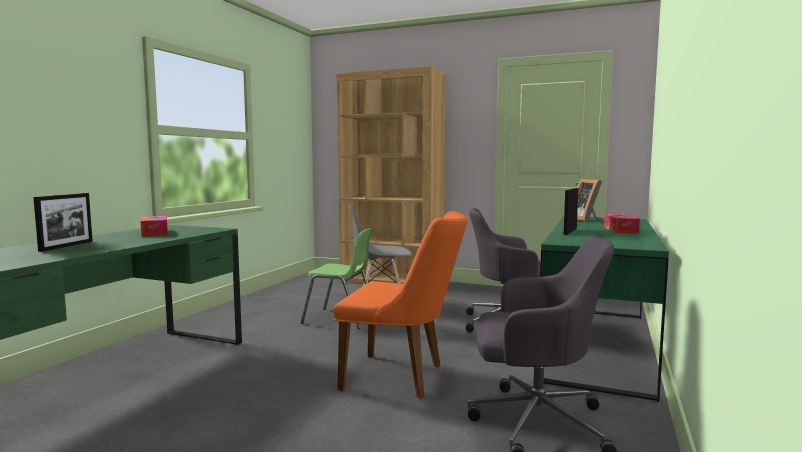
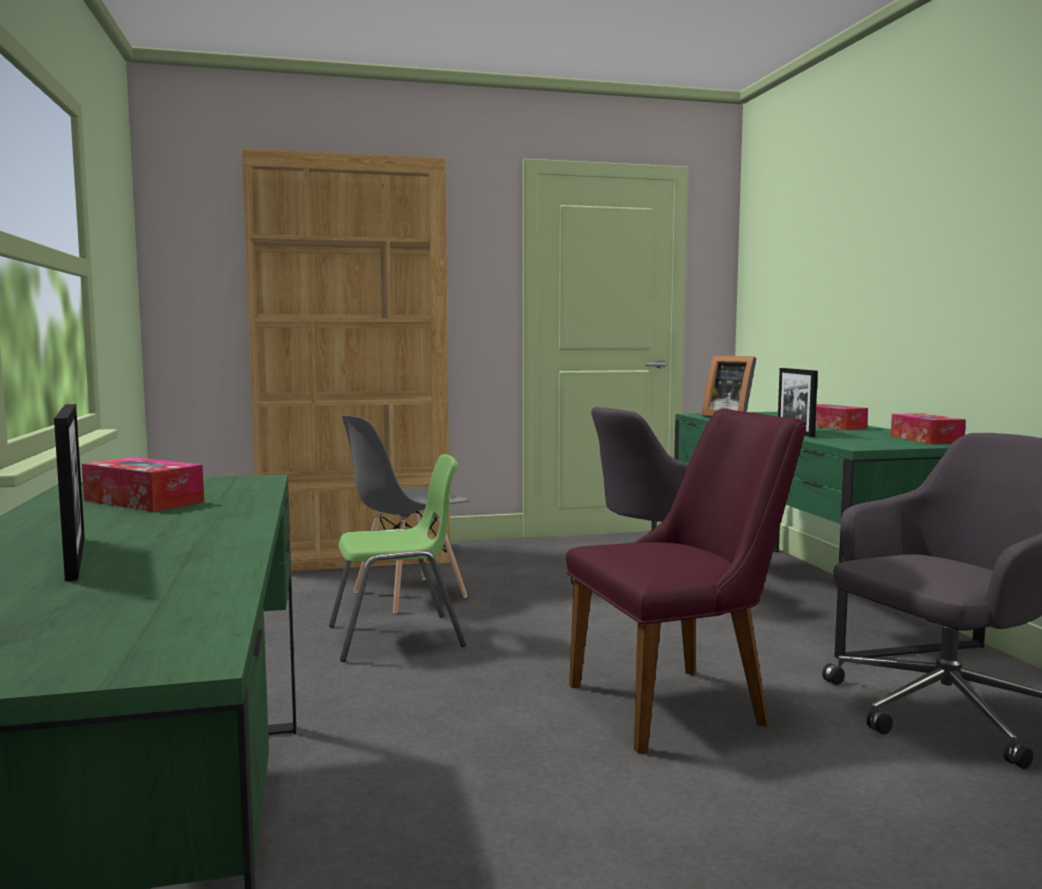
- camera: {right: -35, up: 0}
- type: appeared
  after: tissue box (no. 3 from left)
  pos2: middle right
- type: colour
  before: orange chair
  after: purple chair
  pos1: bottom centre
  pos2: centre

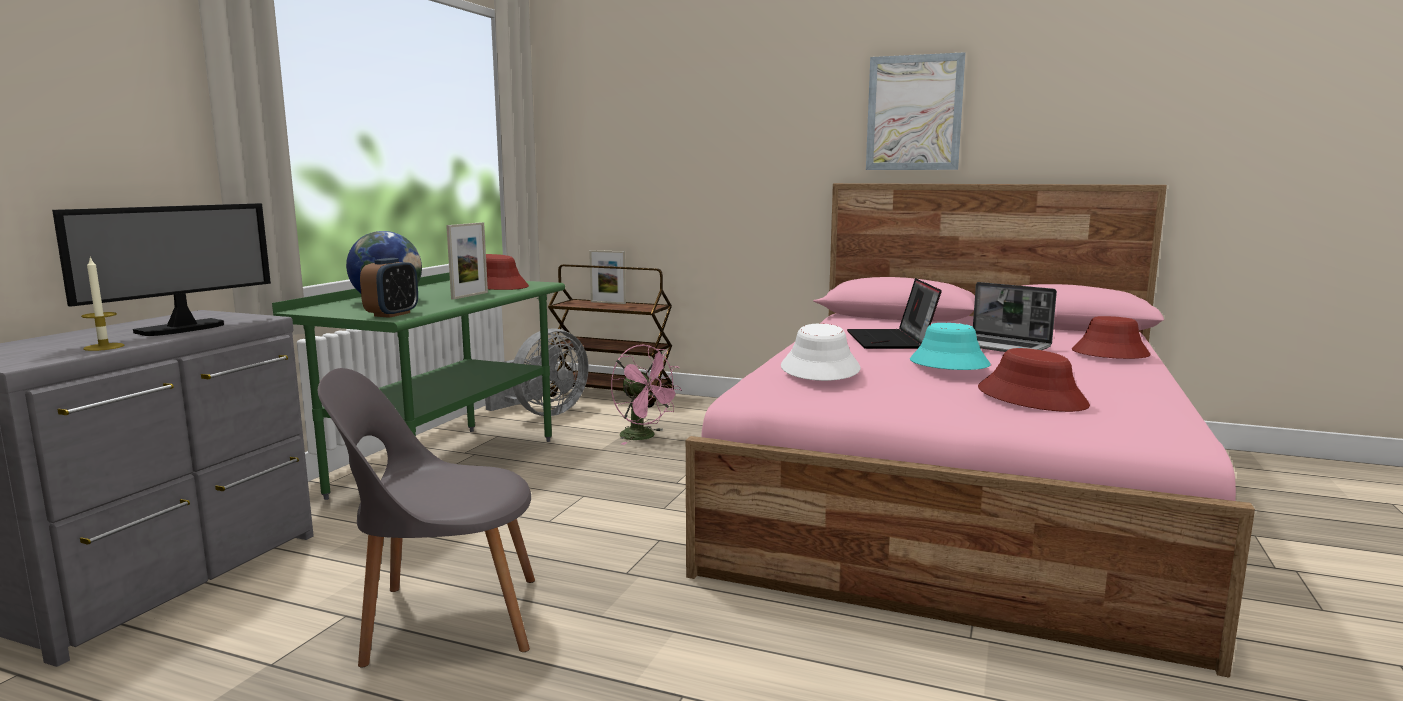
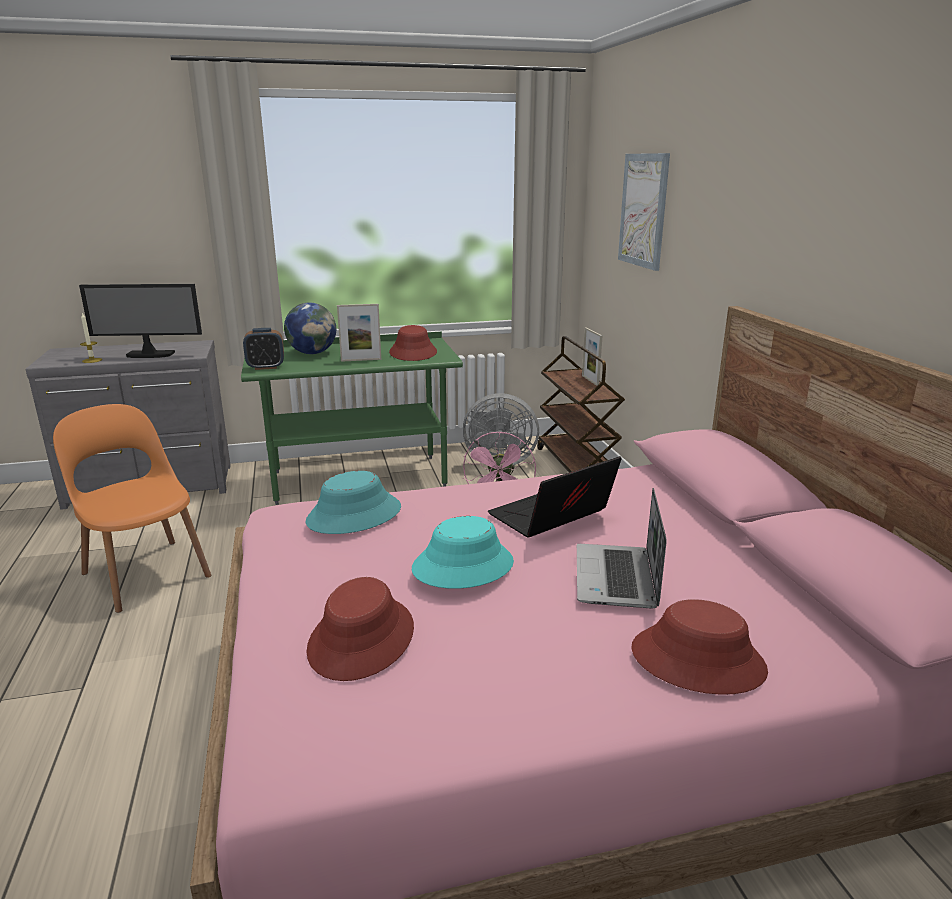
- camera: {right: 55, up: 10}
- type: relocated
  before: picture
  pos1: top centre
  pos2: top right
- type: colour
  before: grey chair
  after: orange chair
  pos1: bottom left
  pos2: middle left
- type: colour
  before: white hat
  after: turquoise hat (no. 1 from left)
  pos1: centre
  pos2: centre

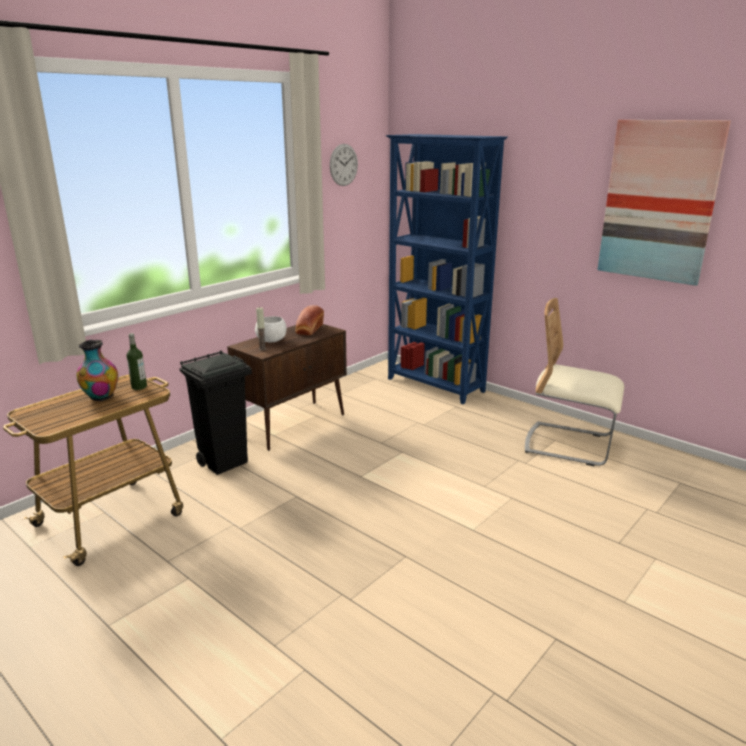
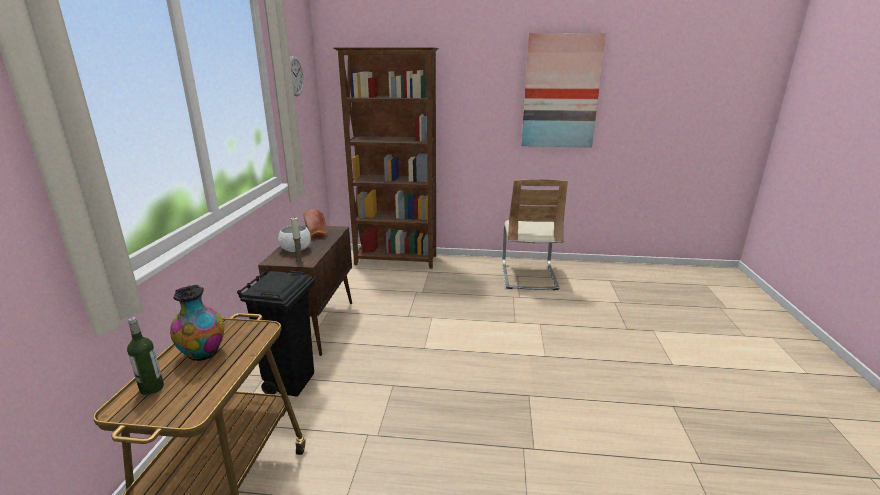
- camera: {right: -35, up: 0}
- type: relocated
  before: bottle
  pos1: middle left
  pos2: bottom left
- type: colour
  before: blue bookcase
  after: brown bookcase
  pos1: centre
  pos2: top centre
- type: spun
  before: beige chair
  pos1: middle right
  pos2: centre
  turn: -75

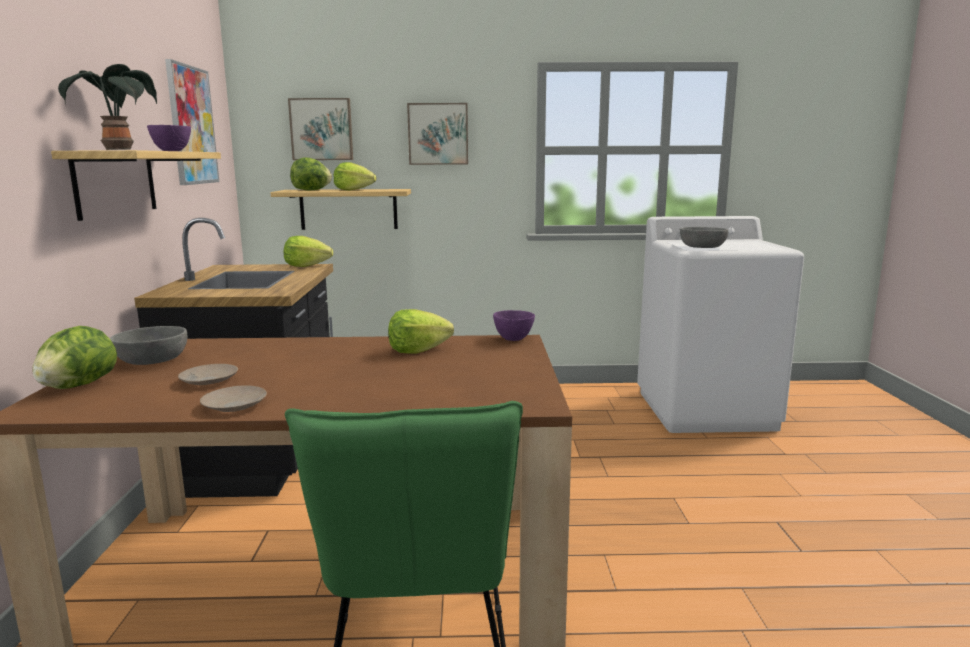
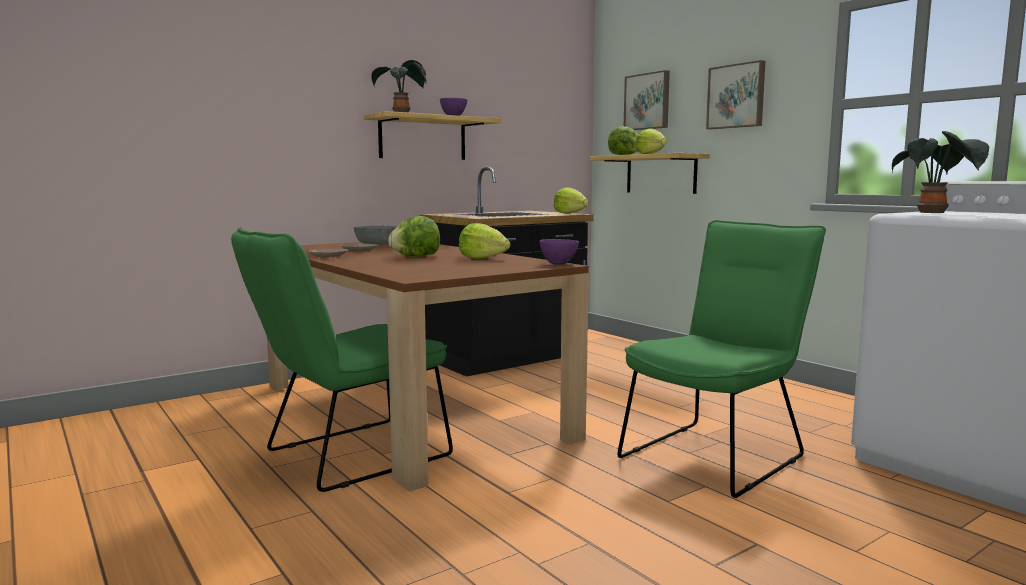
- camera: {right: 55, up: -5}
- type: missing
  before: picture (no. 1 from left)
  pos1: top left
- type: appeared
  after: green chair (no. 2 from left)
  pos2: middle right
- type: relocated
  before: lettuce (no. 1 from left)
  pos1: middle left
  pos2: centre
- type: exchanged
  before: grey bowl (no. 2 from left)
  after: potted plant (no. 2 from left)
  pos1: middle right
  pos2: top right

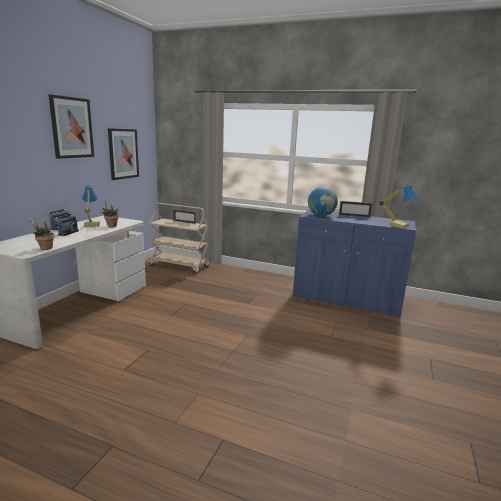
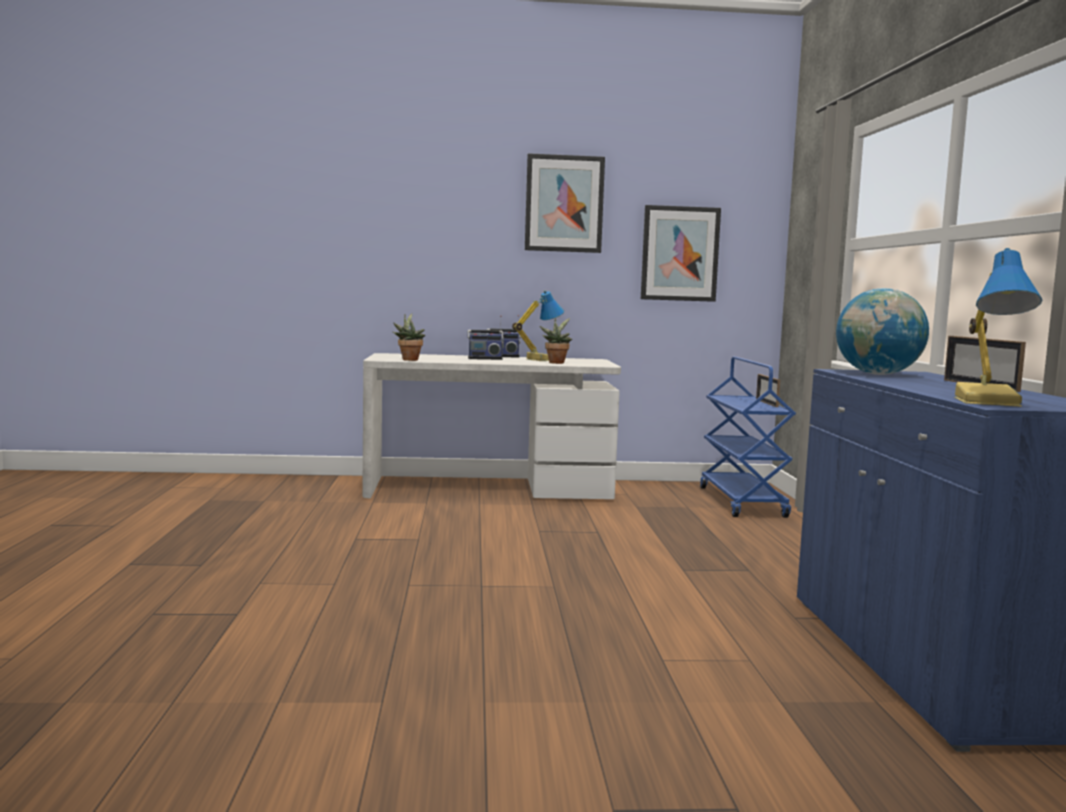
- camera: {right: 65, up: -10}
- type: colour
  before: beige cart
  after: blue cart
  pos1: centre
  pos2: middle right

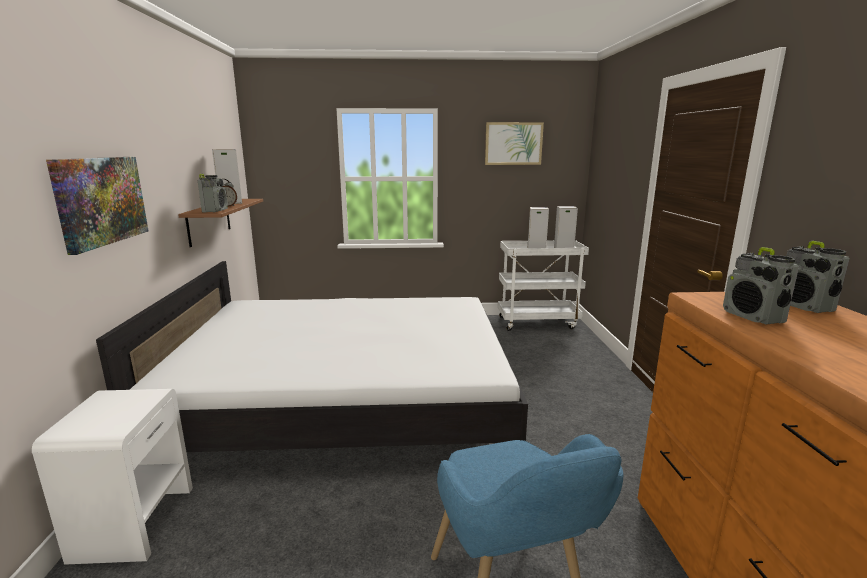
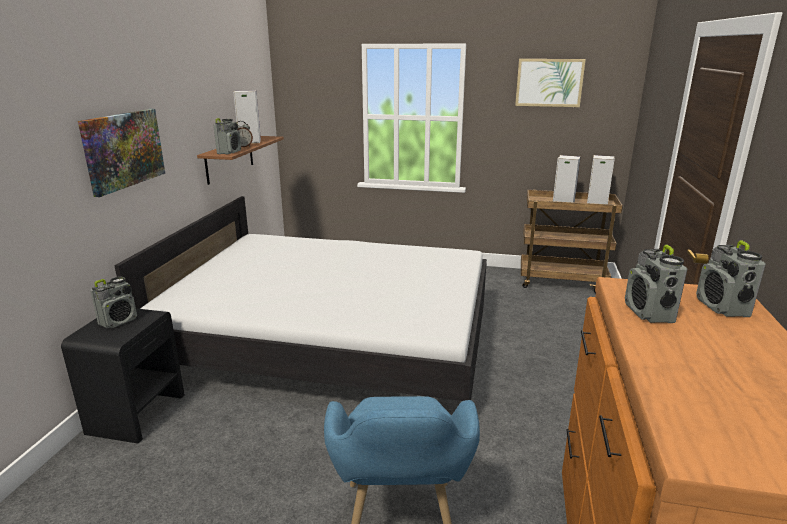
- camera: {right: 15, up: 5}
- type: appeared
  after: radio (no. 1 from left)
  pos2: middle left
- type: colour
  before: white nightstand
  after: black nightstand
  pos1: bottom left
  pos2: bottom left
- type: colour
  before: white cart
  after: brown cart
  pos1: centre
  pos2: middle right

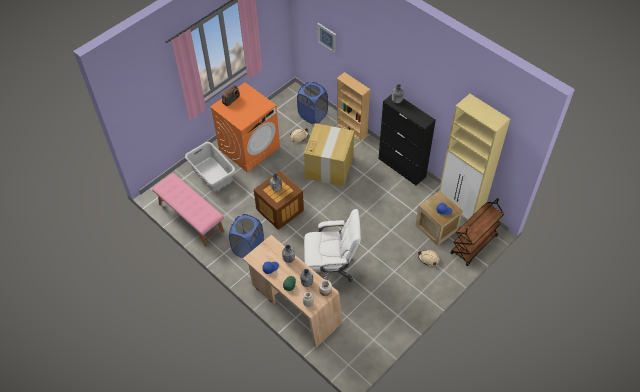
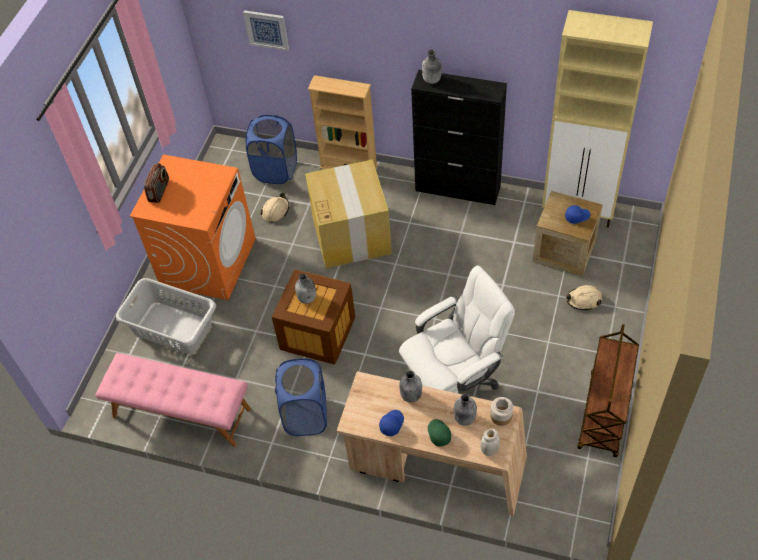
- camera: {right: -25, up: 0}
- type: relocated
  before: brown cart
  pos1: middle right
  pos2: bottom right

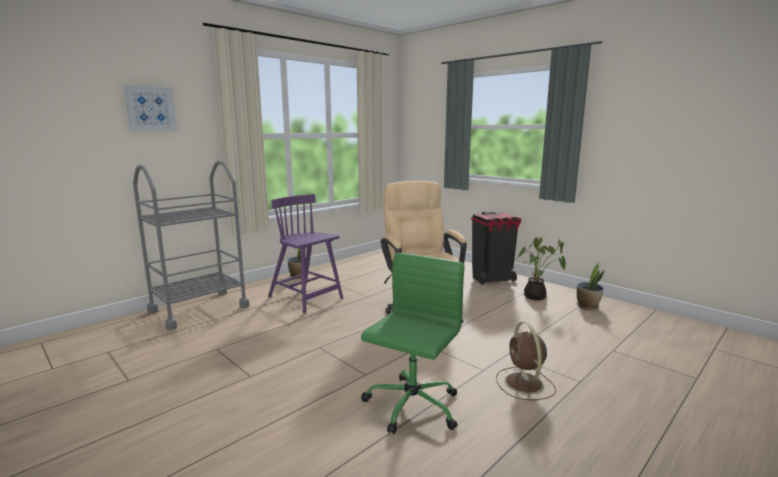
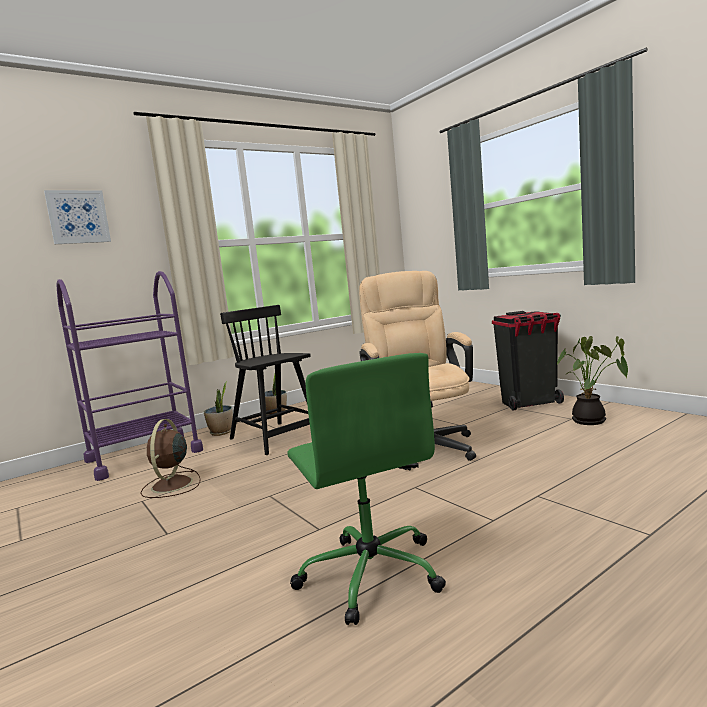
- camera: {right: 10, up: -5}
- type: relocated
  before: brown fan
  pos1: bottom right
  pos2: middle left
- type: relocated
  before: potted plant (no. 3 from left in the first image)
  after: potted plant (no. 1 from left)
  pos1: middle right
  pos2: middle left
- type: colour
  before: grey cart
  after: purple cart
  pos1: middle left
  pos2: middle left
- type: colour
  before: purple chair
  after: black chair
  pos1: centre
  pos2: centre
- type: spun
  before: green office chair
  pos1: bottom centre
  pos2: bottom centre
  turn: 120

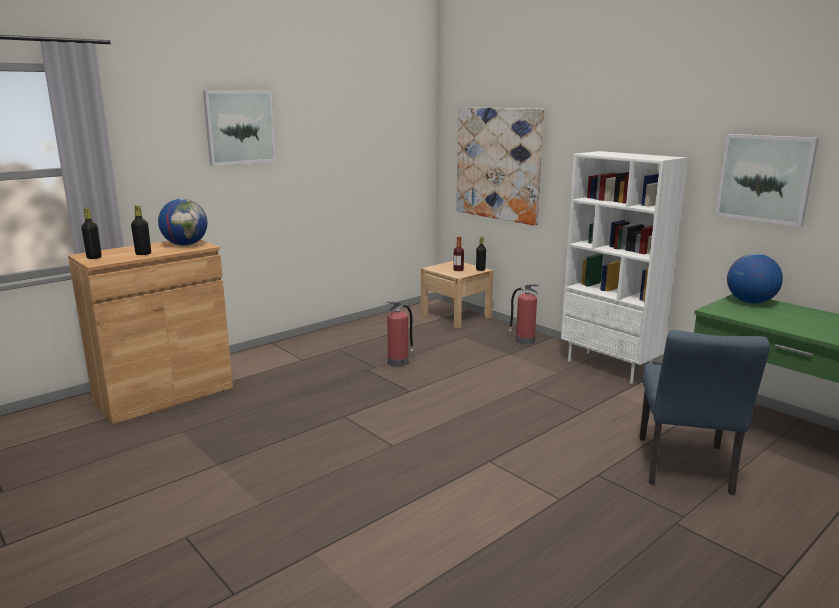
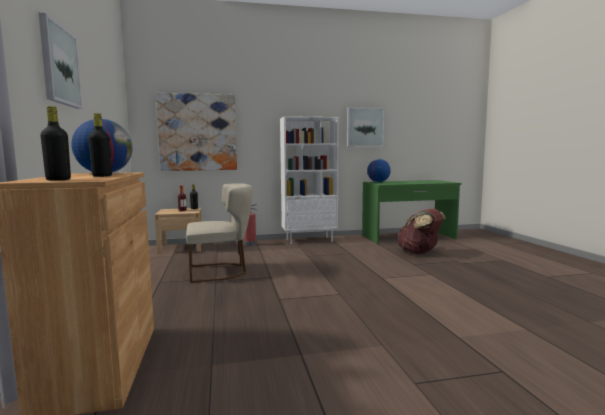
- camera: {right: -60, up: -10}
- type: exchanged
  before: fire extinguisher (no. 1 from left)
  after: beige chair
  pos1: centre
  pos2: centre
- type: exchanged
  before: blue chair
  after: brown backpack
  pos1: bottom right
  pos2: middle right

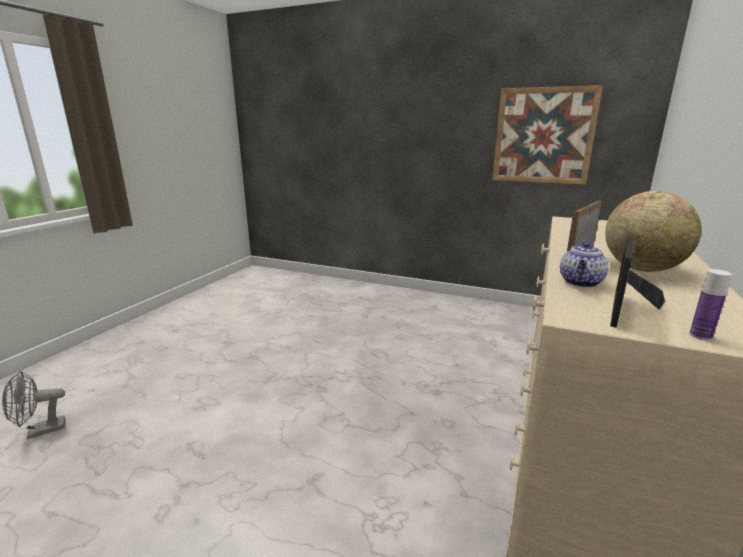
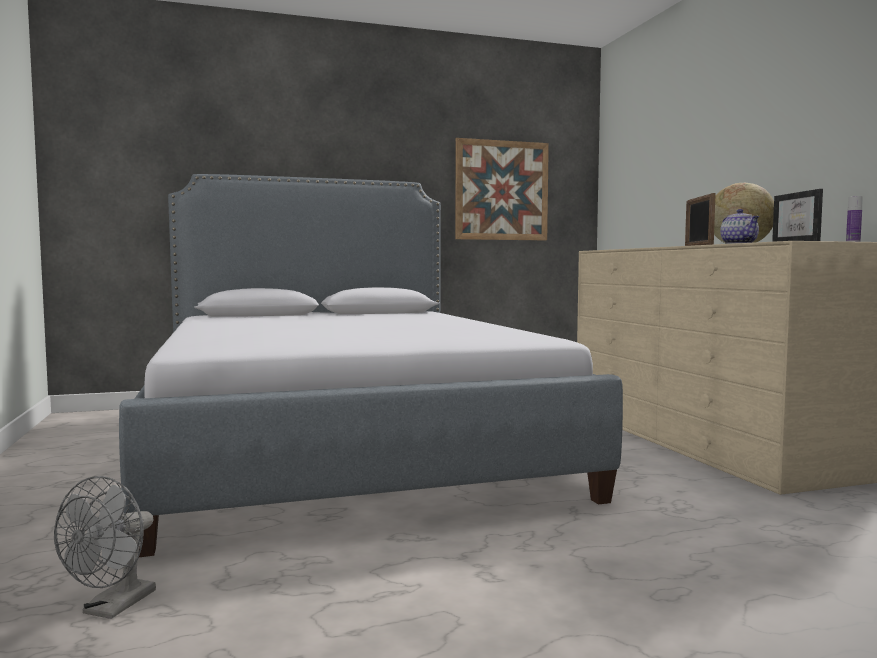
- camera: {right: -40, up: -15}
- type: appeared
  after: bed
  pos2: centre

